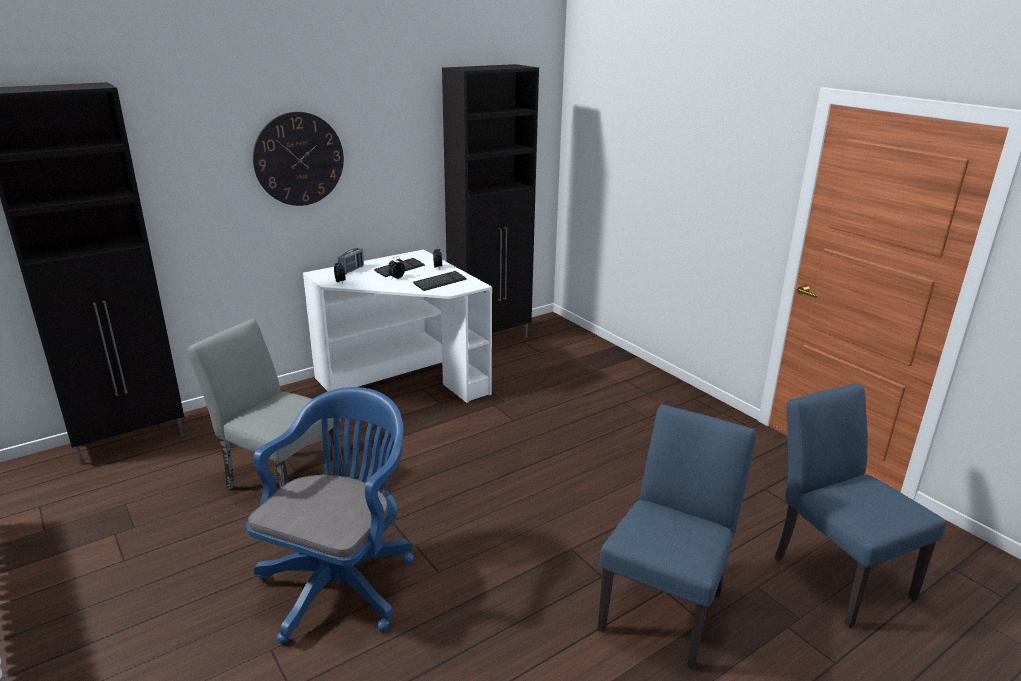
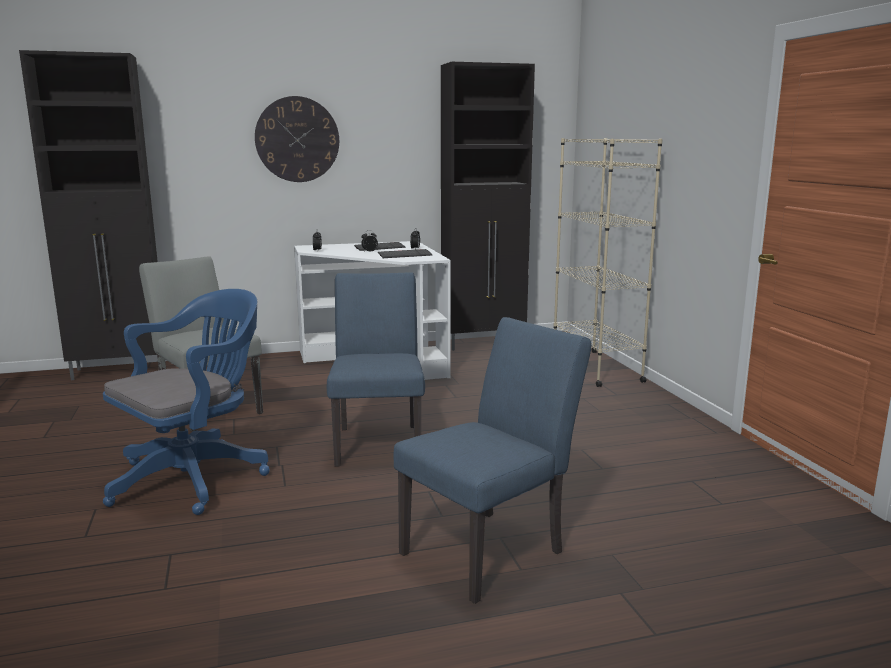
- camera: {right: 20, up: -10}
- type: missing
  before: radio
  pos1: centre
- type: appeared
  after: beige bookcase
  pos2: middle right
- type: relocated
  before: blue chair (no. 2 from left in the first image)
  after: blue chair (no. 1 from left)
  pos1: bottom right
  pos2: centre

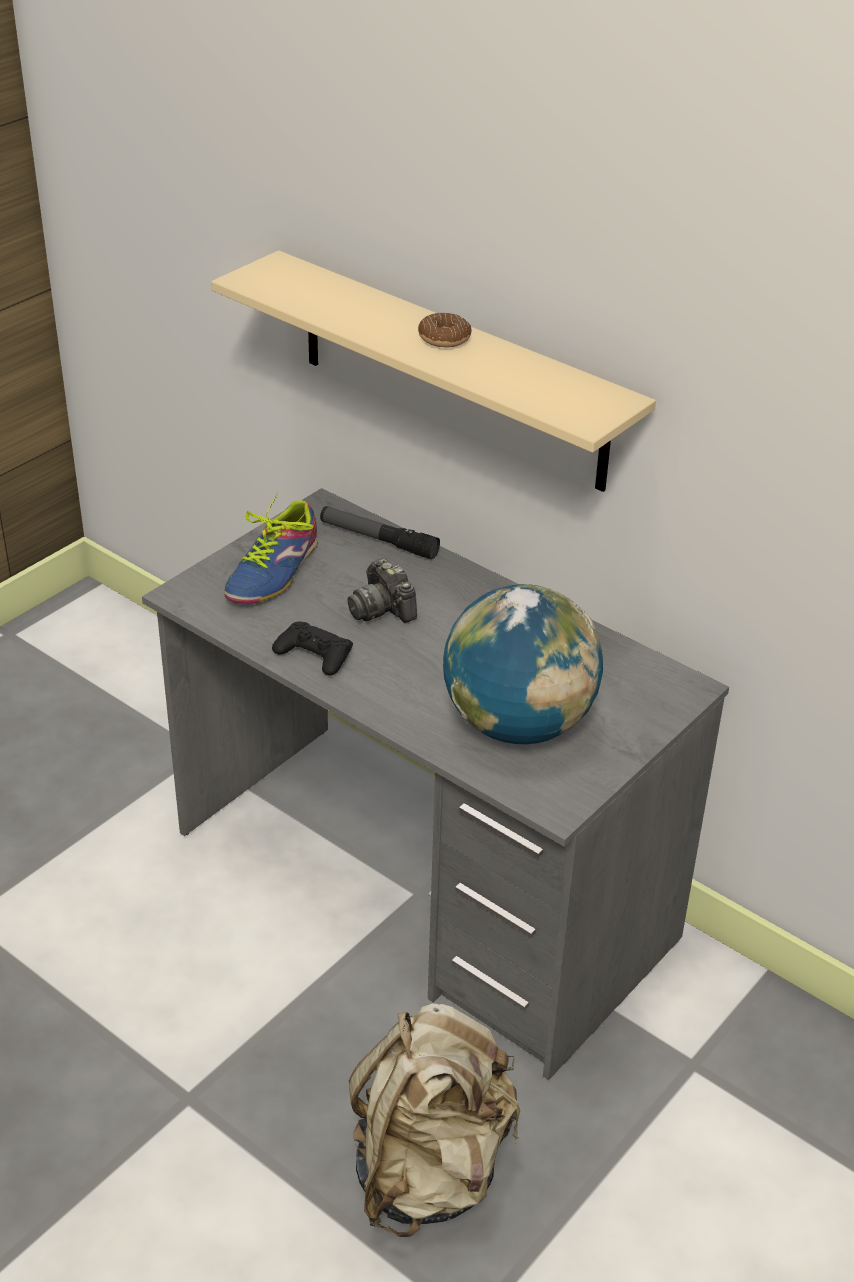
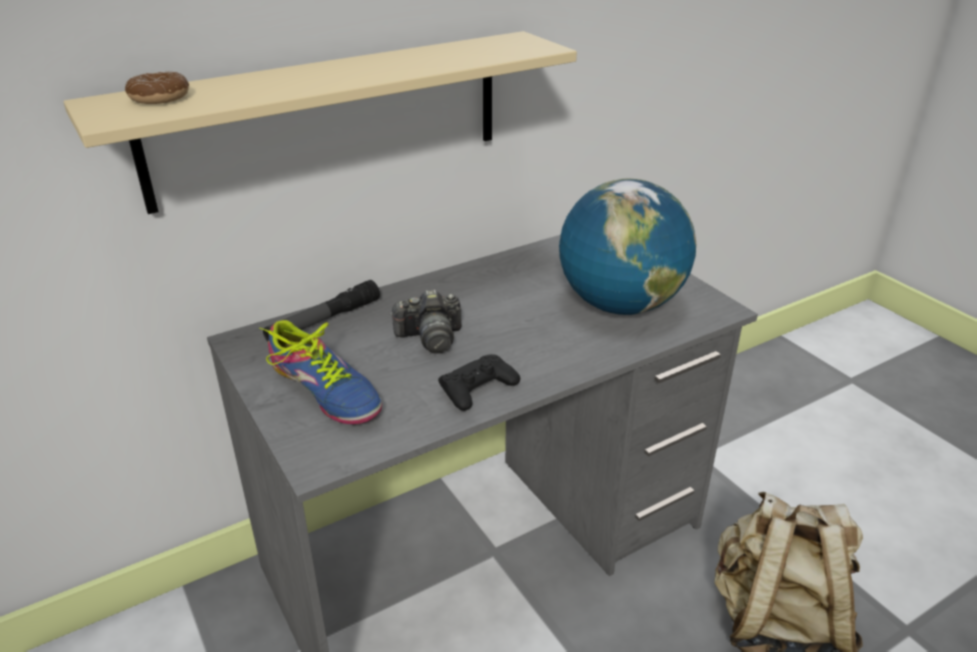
- camera: {right: -70, up: -5}
- type: relocated
  before: donut
  pos1: top centre
  pos2: top left

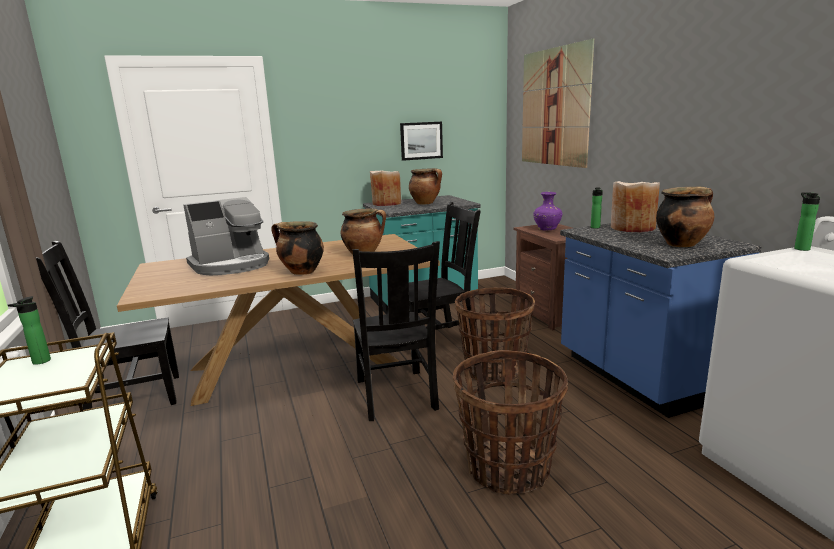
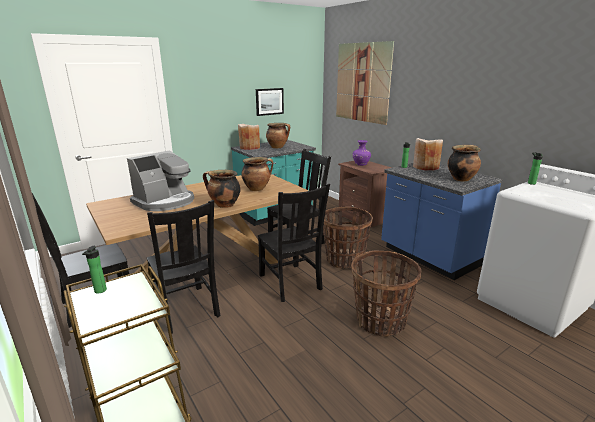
- camera: {right: -15, up: 5}
- type: appeared
  after: black chair (no. 2 from left)
  pos2: middle left

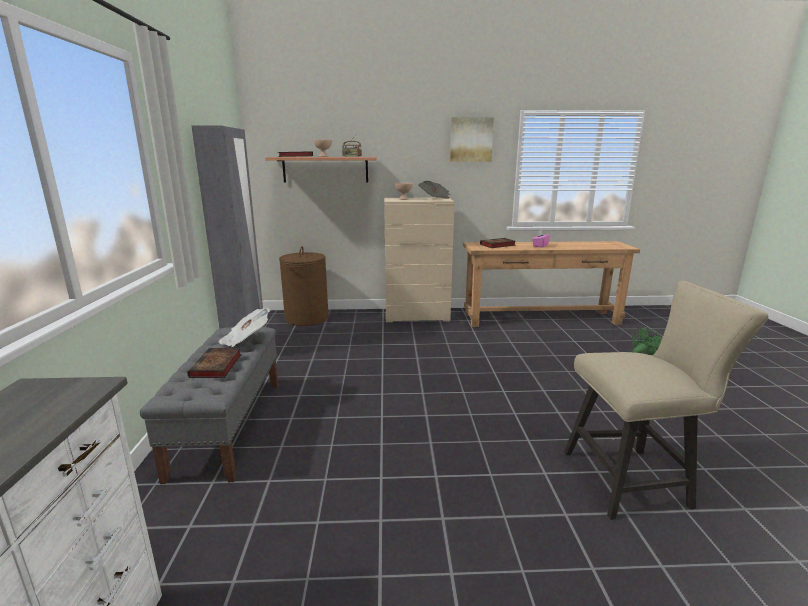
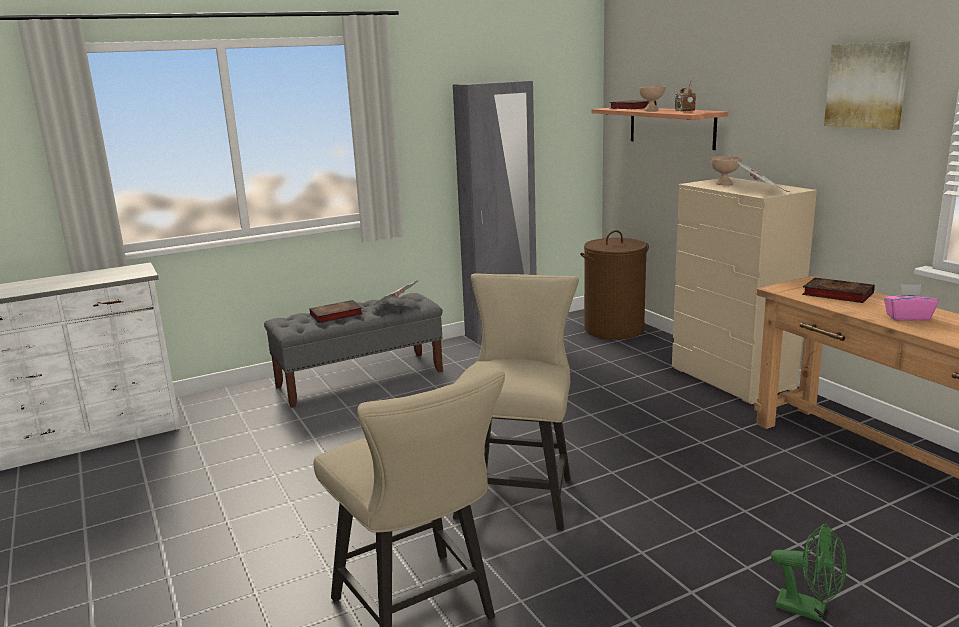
- camera: {right: 65, up: 0}
- type: appeared
  after: beige chair (no. 2 from left)
  pos2: centre

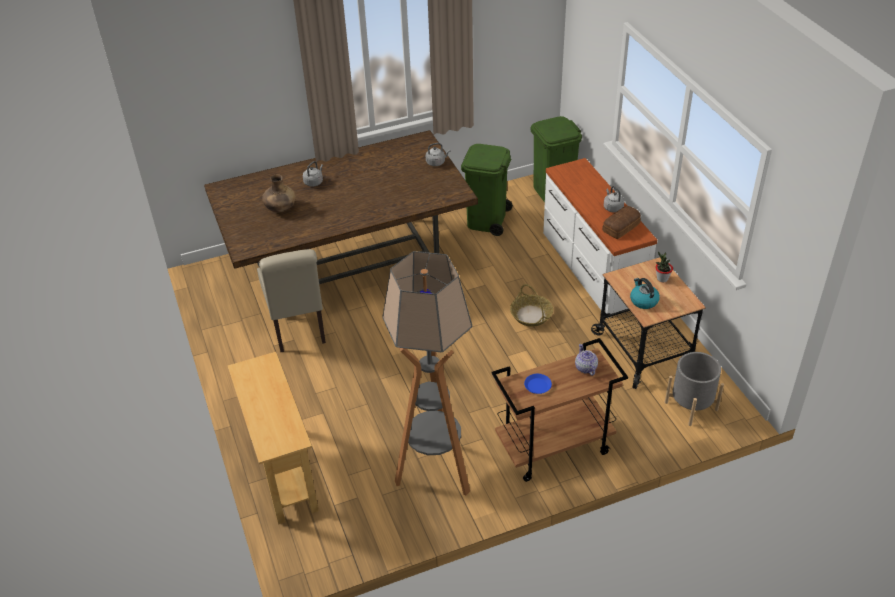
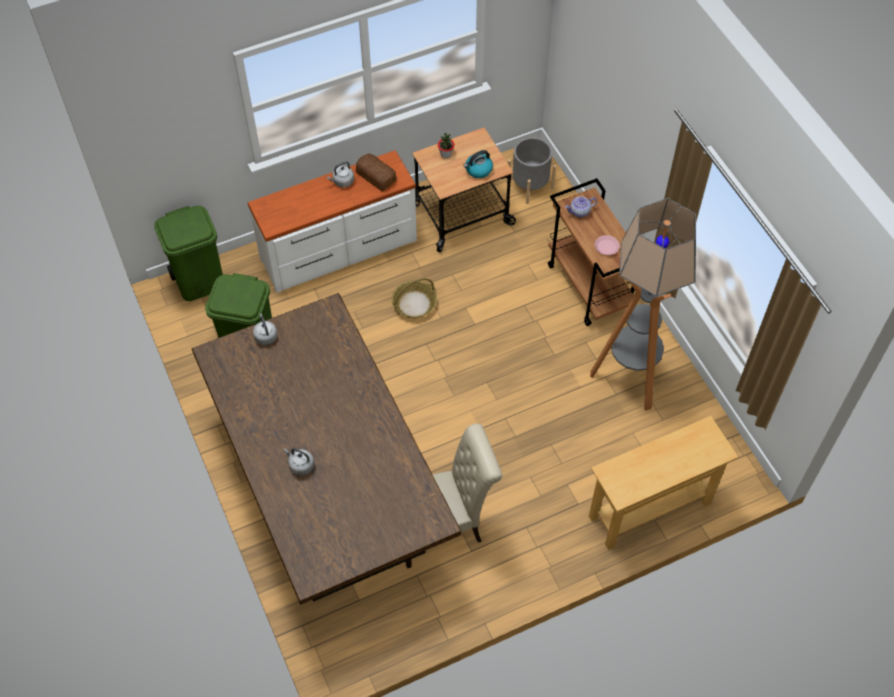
- camera: {right: -95, up: 15}
- type: missing
  before: brown vase
  pos1: top left
- type: colour
  before: blue plate
  after: pink plate
  pos1: centre
  pos2: middle right

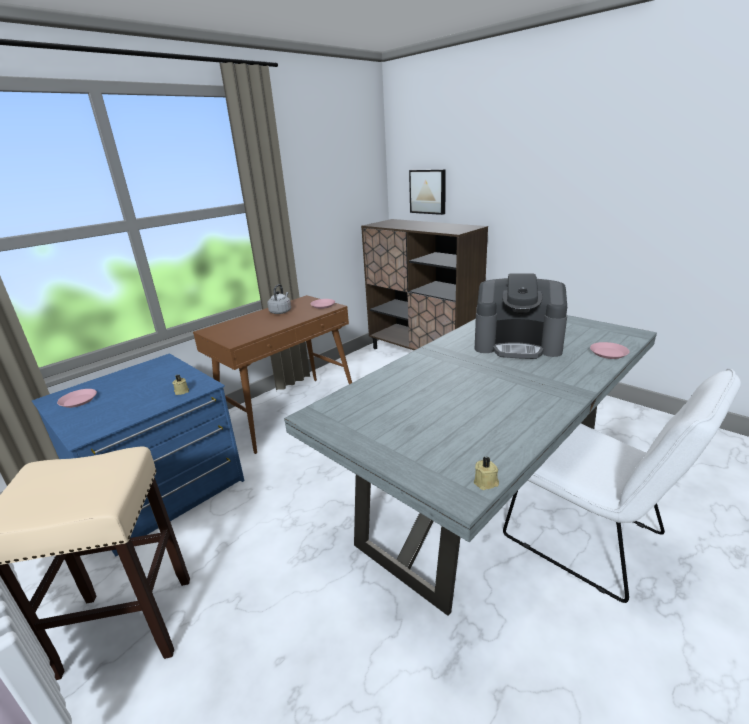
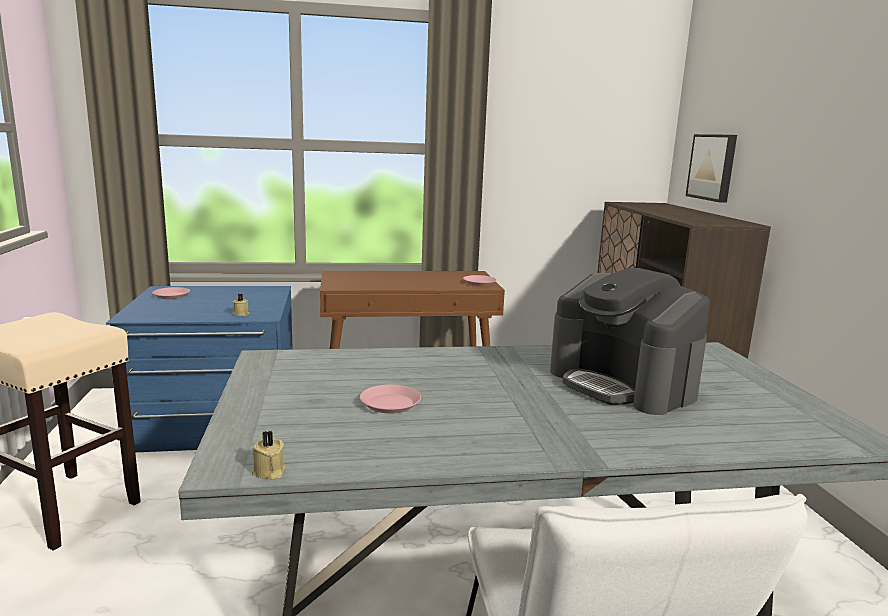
- camera: {right: 35, up: -10}
- type: missing
  before: grey kettle
  pos1: centre
- type: relocated
  before: pink plate (no. 3 from left in the first image)
  after: pink plate (no. 2 from left)
  pos1: middle right
  pos2: centre

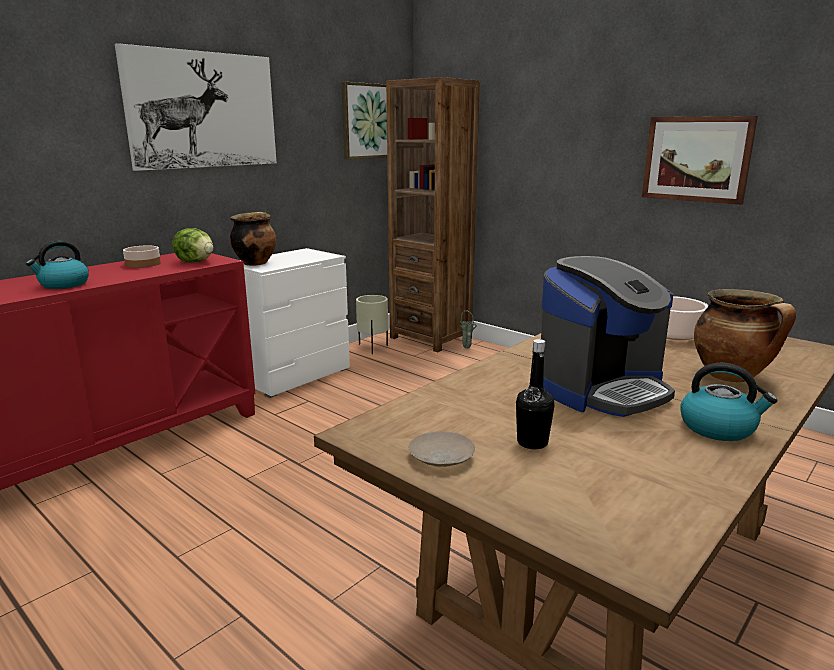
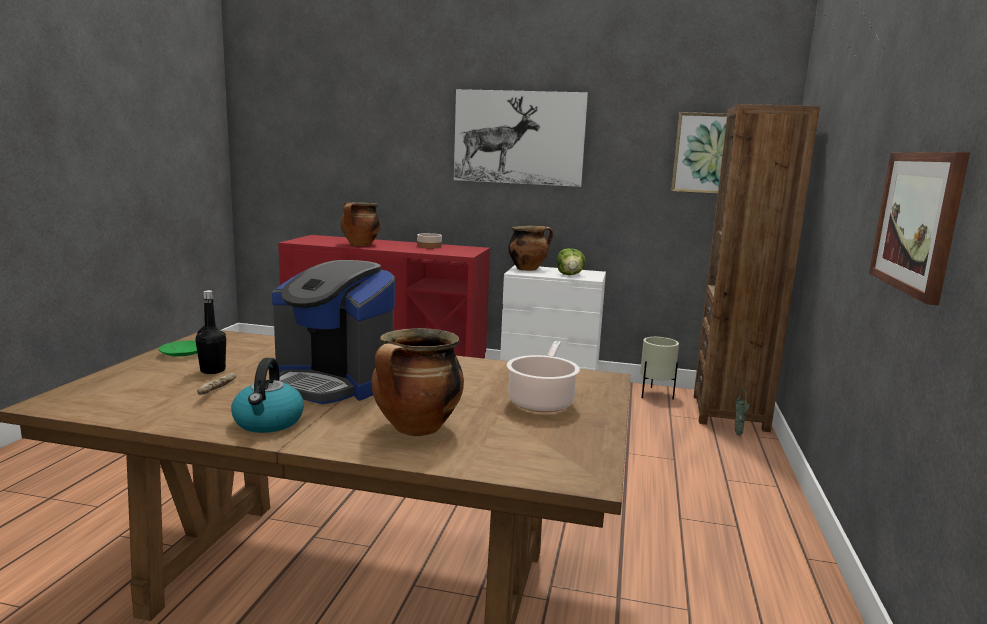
- camera: {right: 60, up: -5}
- type: appeared
  after: bread
  pos2: middle left
- type: relocated
  before: lettuce
  pos1: middle left
  pos2: centre
- type: exchanged
  before: kettle (no. 1 from left)
  after: cooking pot (no. 1 from left)
  pos1: middle left
  pos2: centre
- type: colour
  before: beige plate
  after: green plate
  pos1: bottom centre
  pos2: middle left

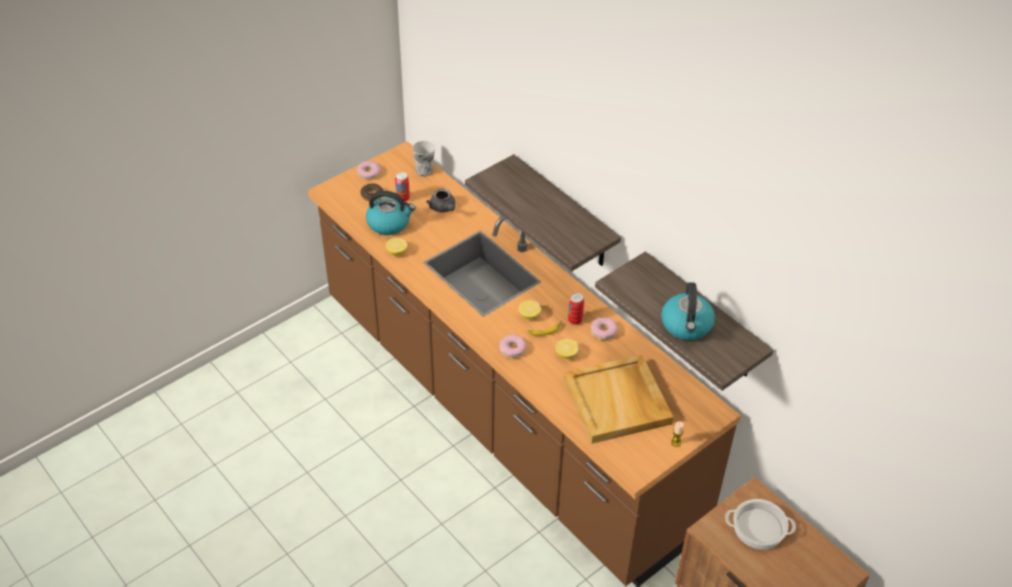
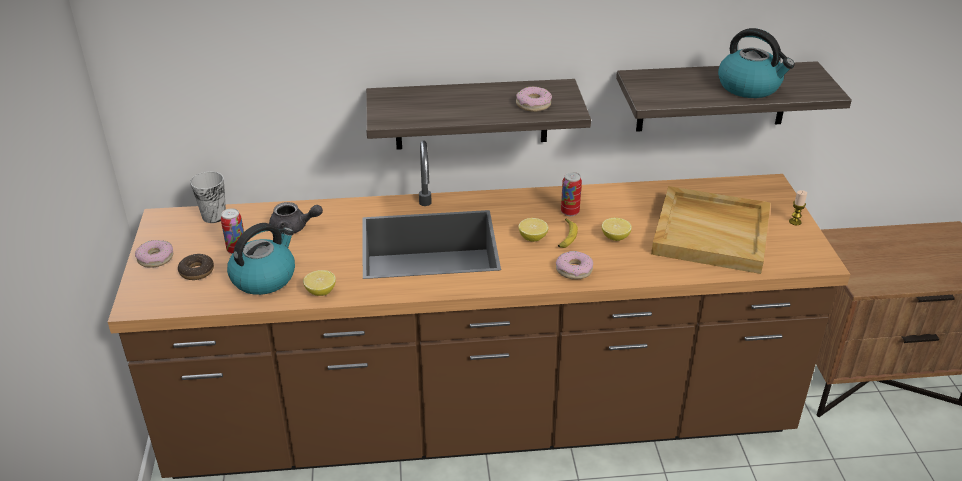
- camera: {right: -55, up: -10}
- type: missing
  before: cooking pot
  pos1: bottom right
- type: relocated
  before: donut (no. 4 from left in the first image)
  after: donut (no. 3 from left)
  pos1: centre
  pos2: top centre

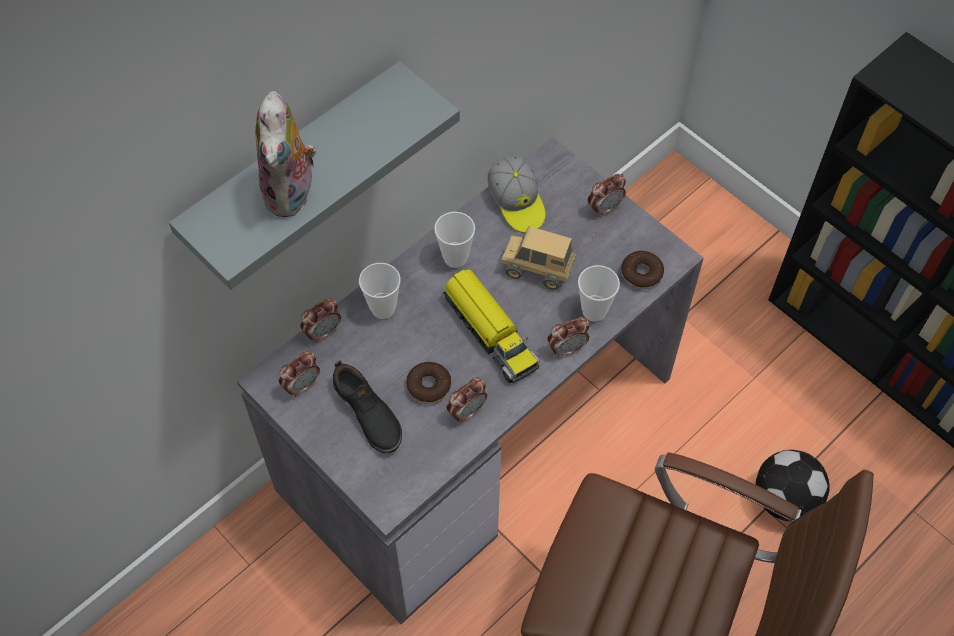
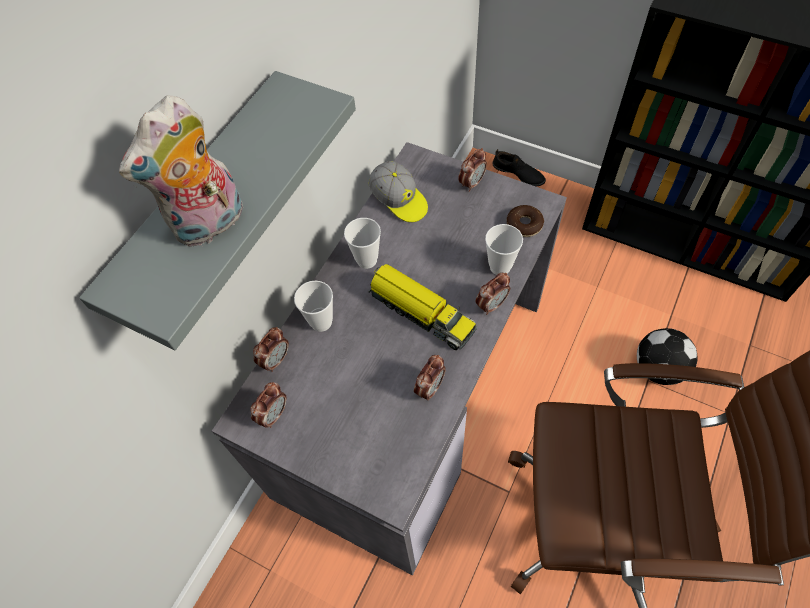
- camera: {right: -15, up: 0}
- type: missing
  before: donut (no. 1 from left)
  pos1: centre
- type: missing
  before: toy truck (no. 2 from left)
  pos1: centre
- type: relocated
  before: black shoe
  pos1: centre
  pos2: top centre
- type: spun
  before: plush toy
  pos1: top left
  pos2: top left
  turn: 60

